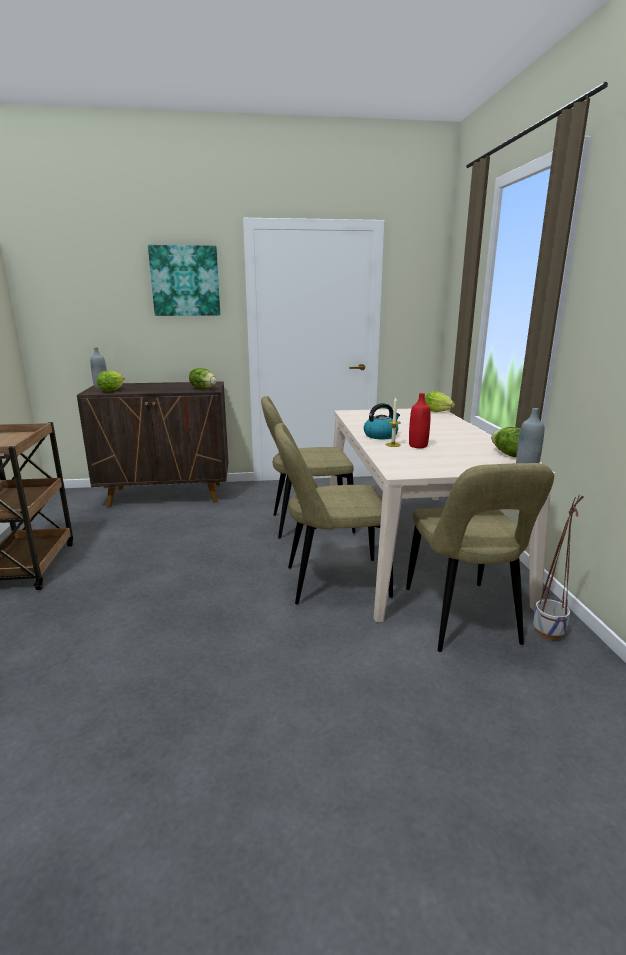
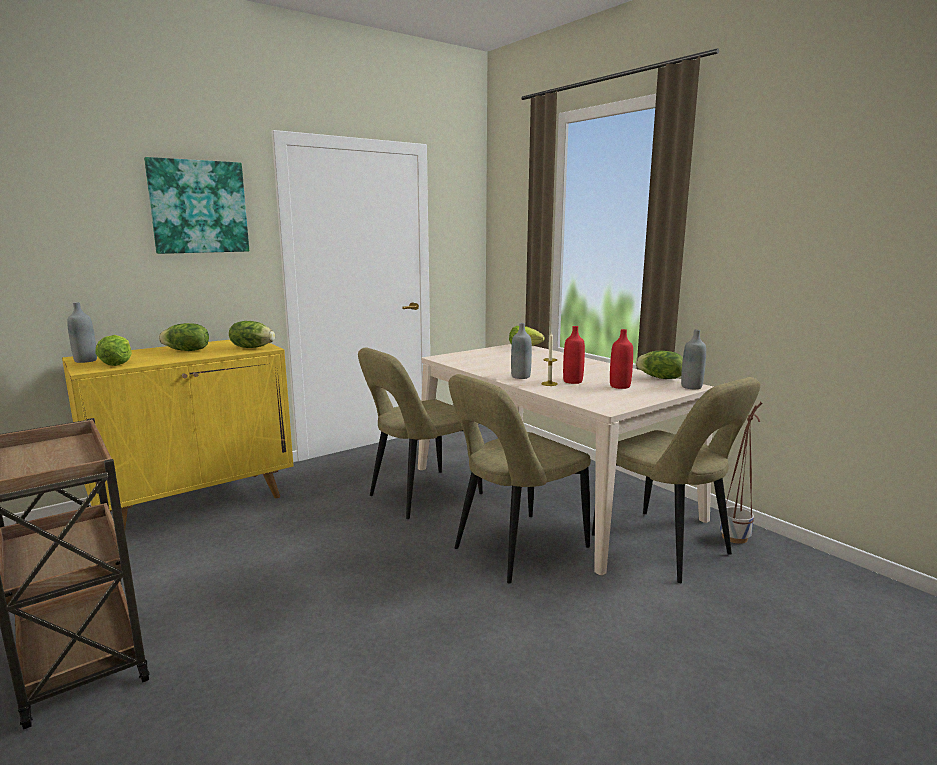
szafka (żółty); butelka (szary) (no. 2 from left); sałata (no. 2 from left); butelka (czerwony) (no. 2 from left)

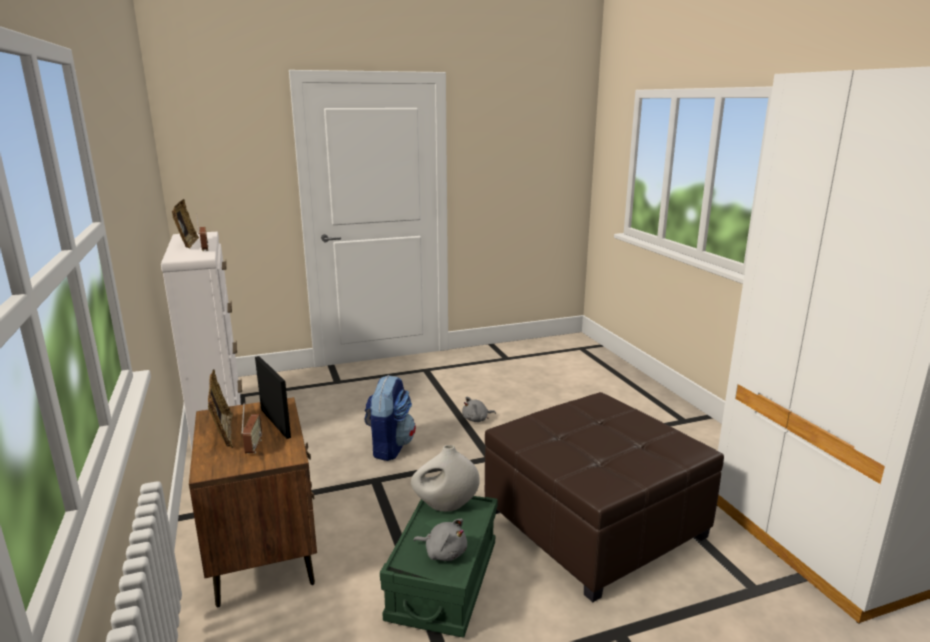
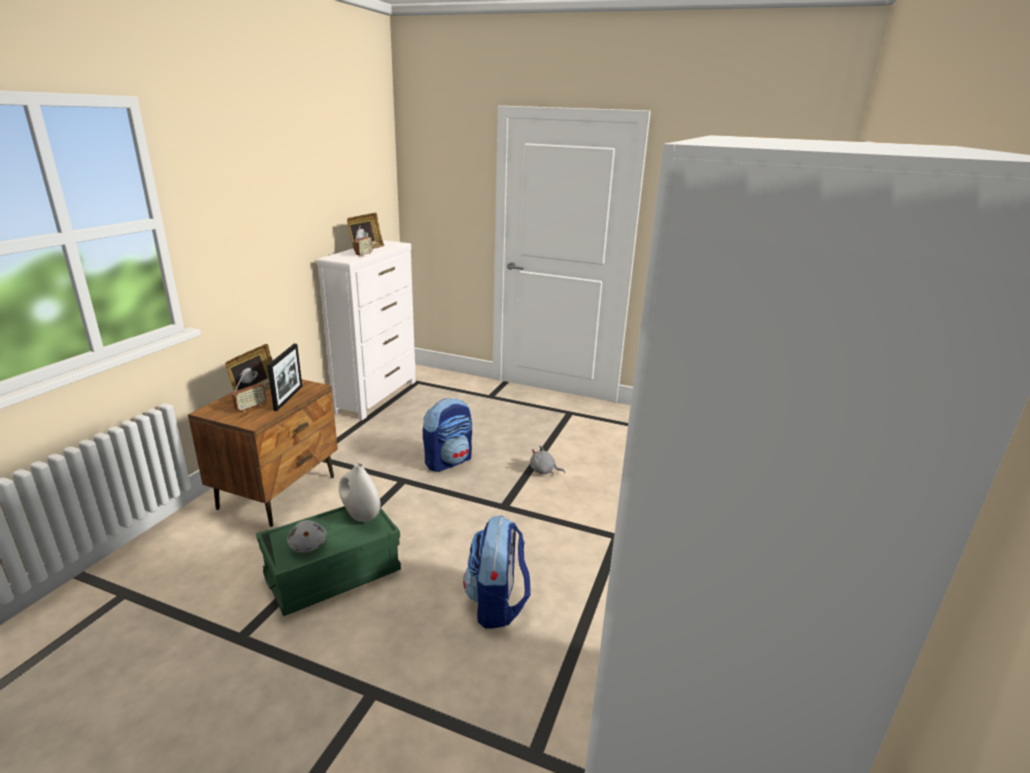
plecak (no. 2 from left)

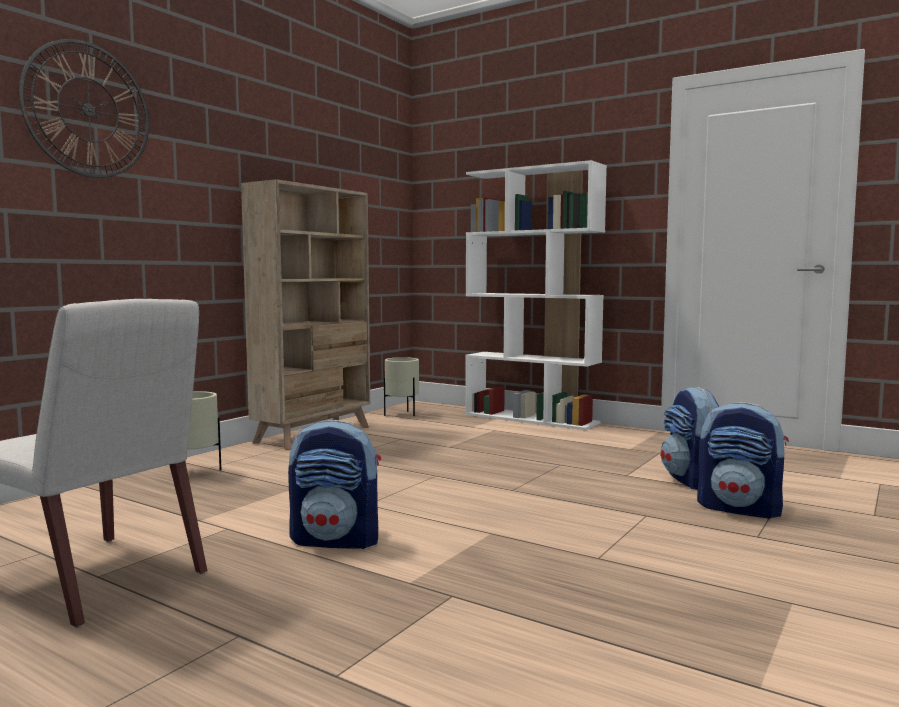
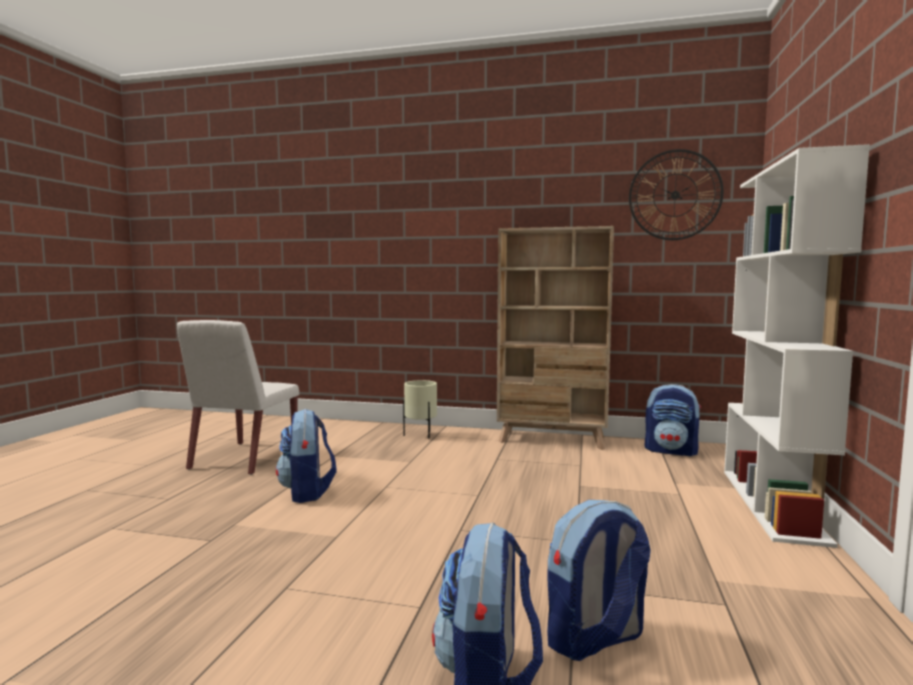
zegar ścienny; plecak (no. 4 from left)

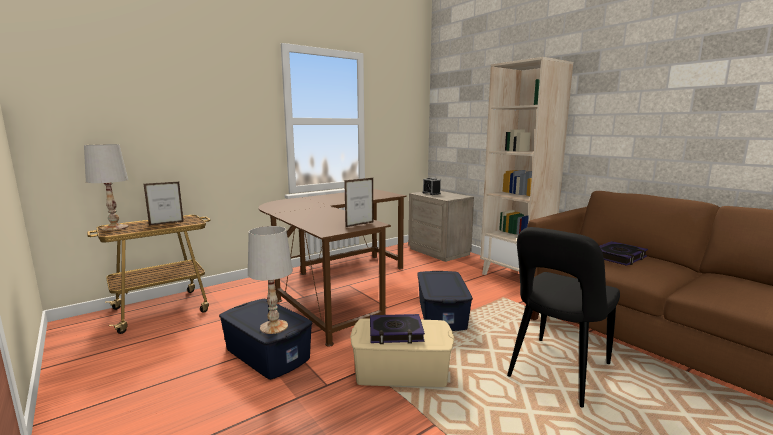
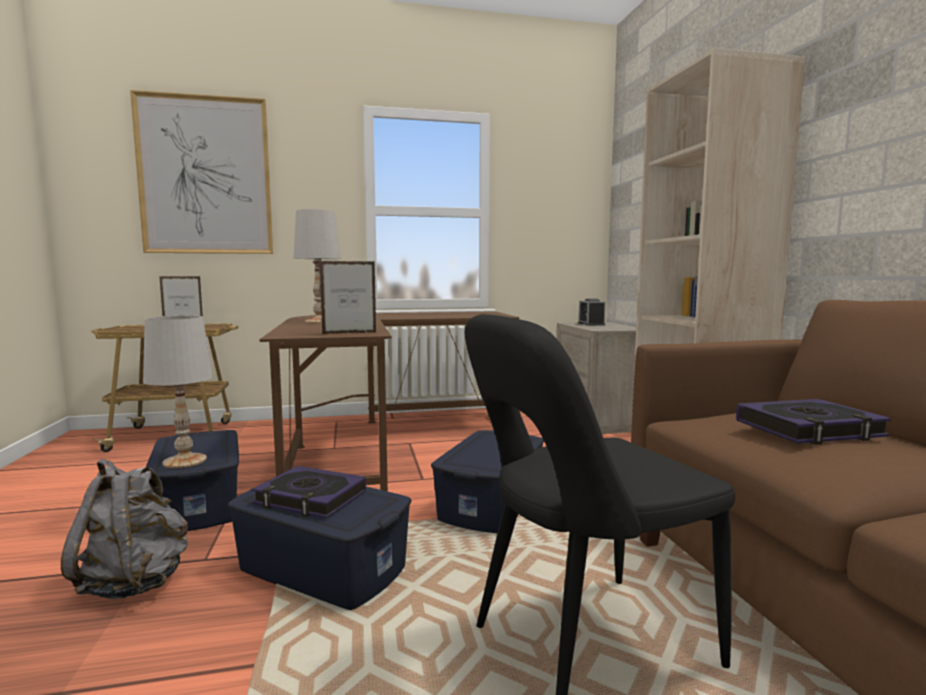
lampa stołowa (biały) (no. 2 from left); pojemnik do przechowywania (niebieski) (no. 2 from left); plecak (szary); obraz

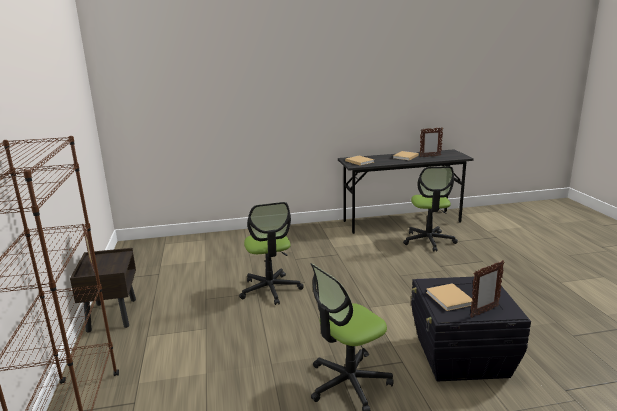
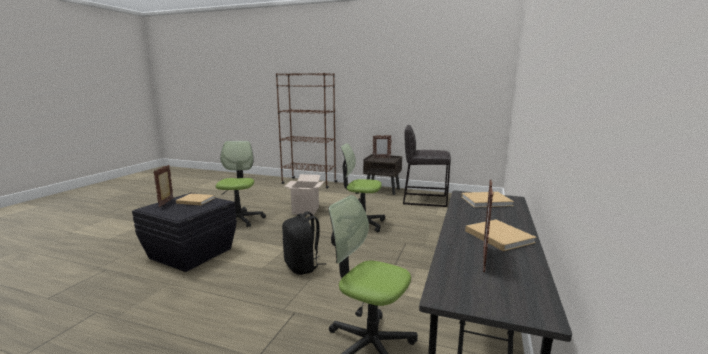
plecak (czarny); karton; stołek (szary)

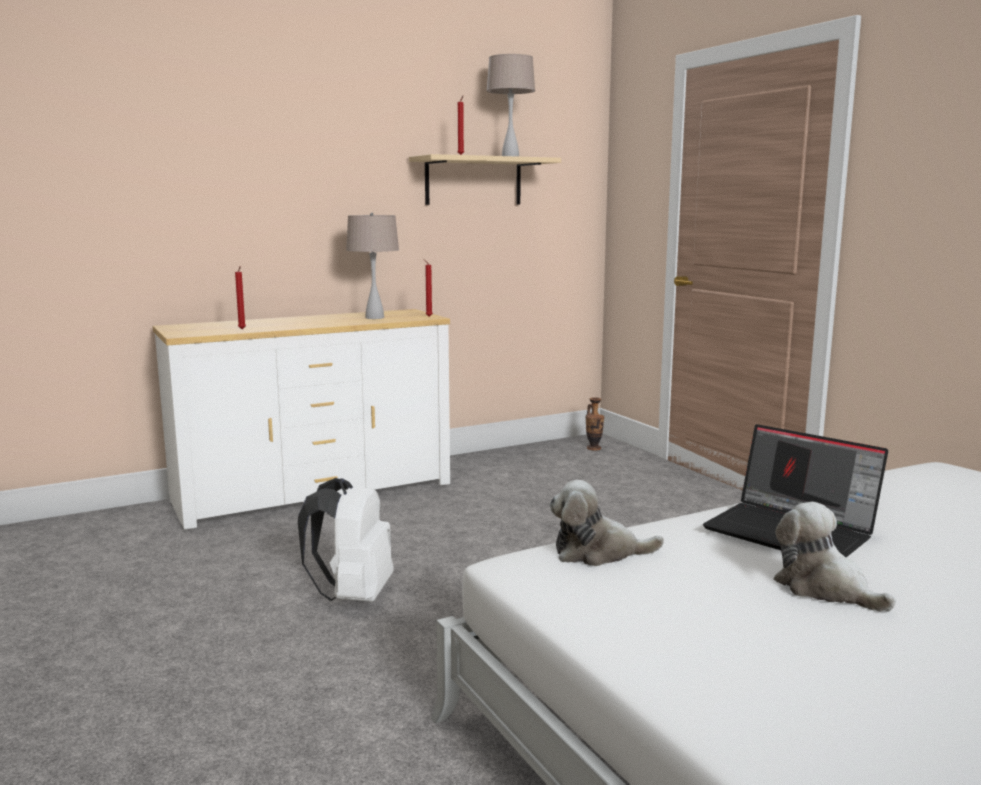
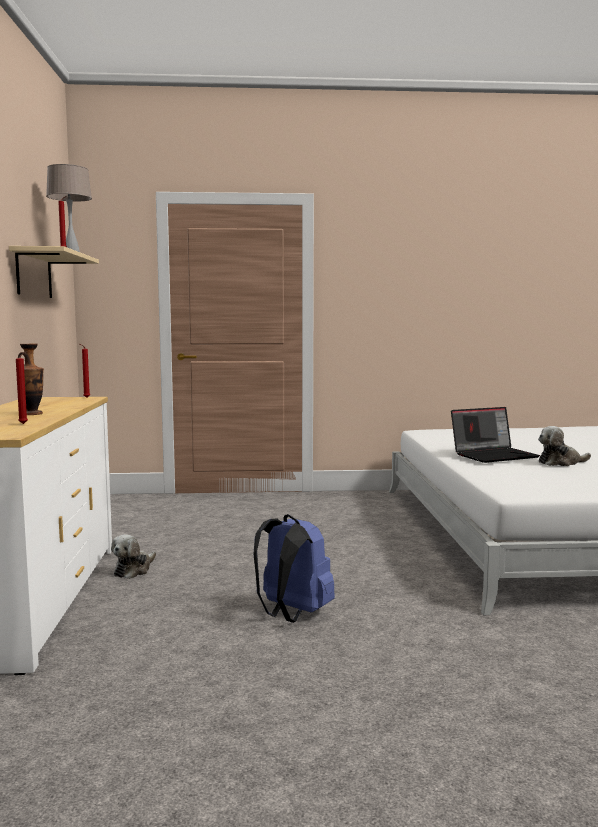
plecak (niebieski); lampa stołowa (beżowy) (no. 1 from left in the first image); pluszak (no. 1 from left); wazon

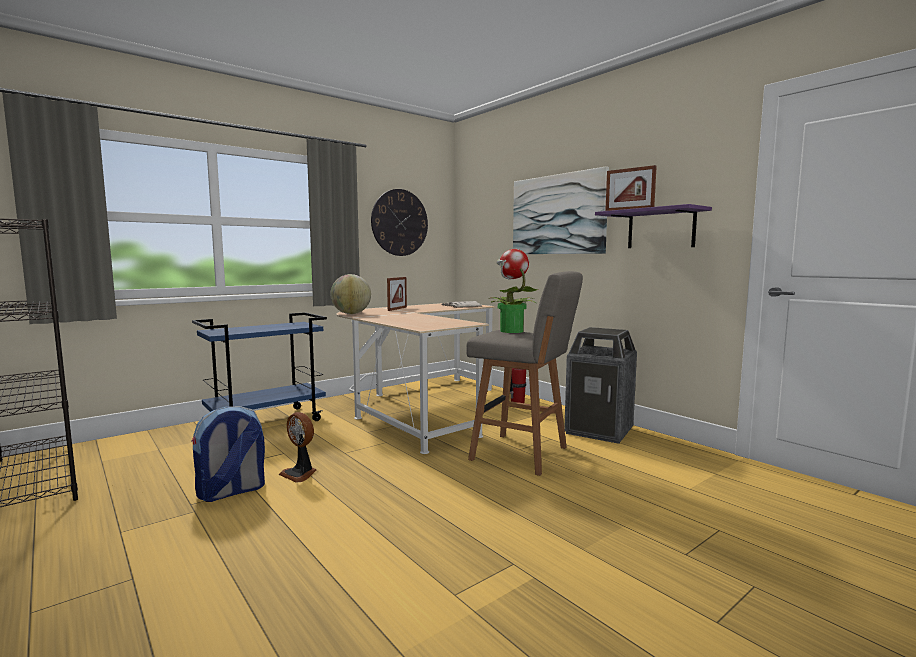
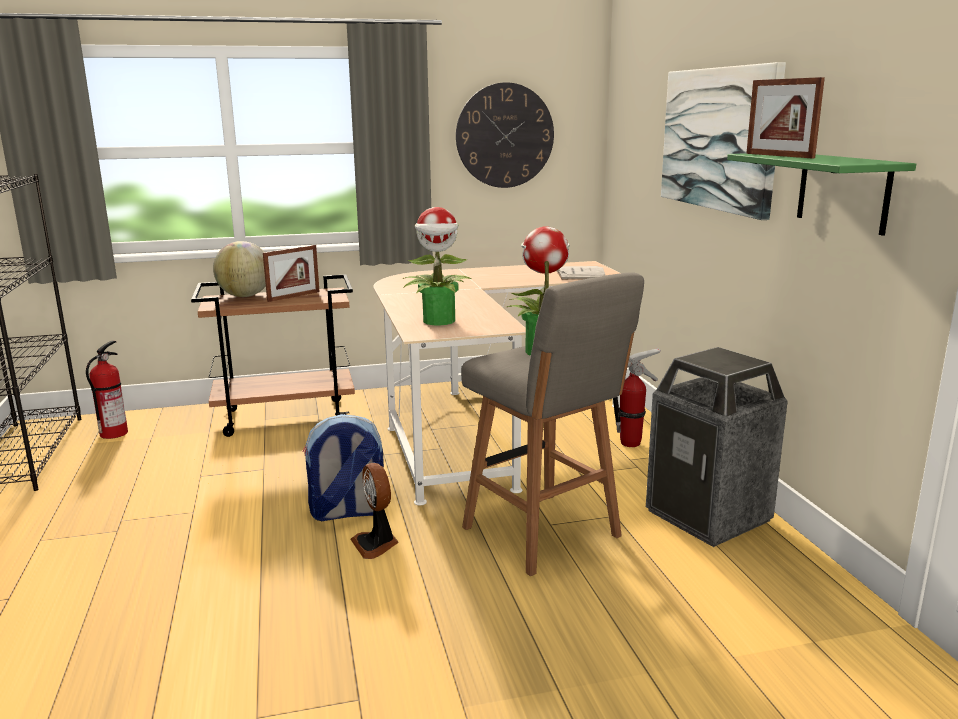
plecak; wózek (brązowy); wentylator; globus; ramka na zdjęcie (no. 1 from left); półka (zielony); gaśnica (no. 1 from left); roślina doniczkowa (no. 1 from left)

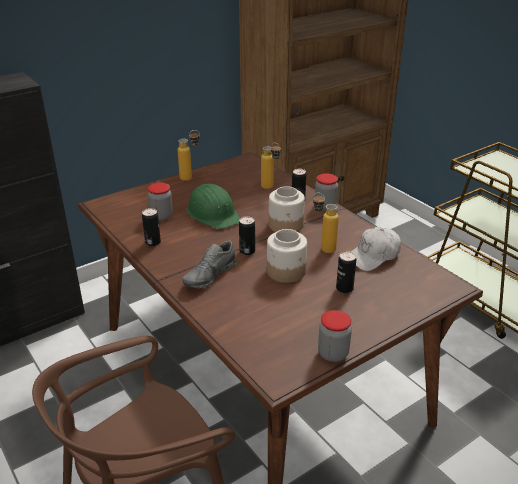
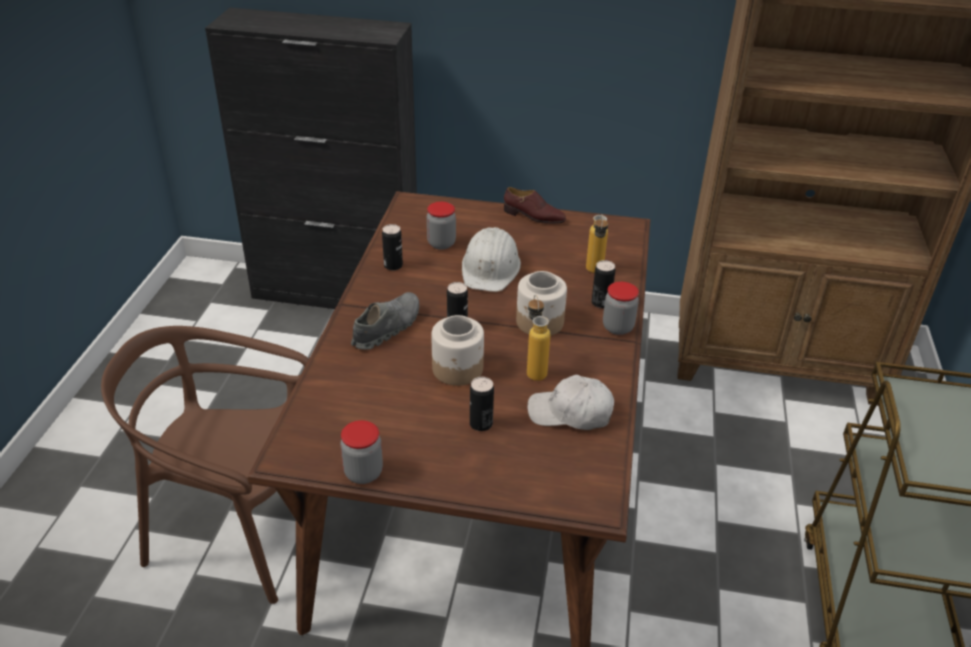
but (brązowy); but (szary); kask (biały)

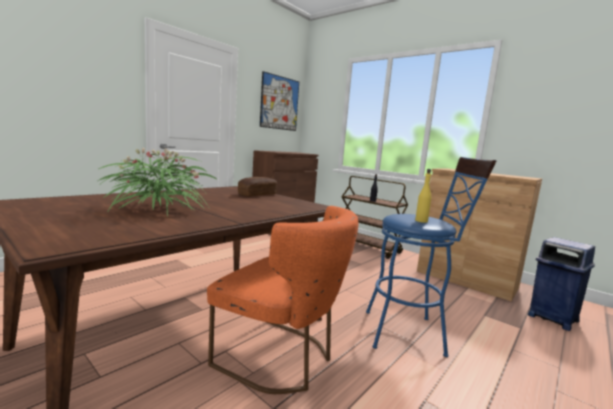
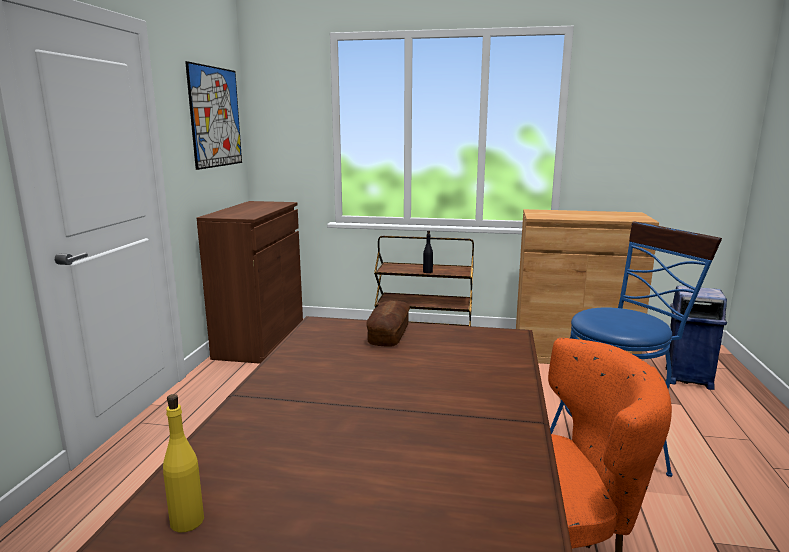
roślina doniczkowa; butelka (żółty)

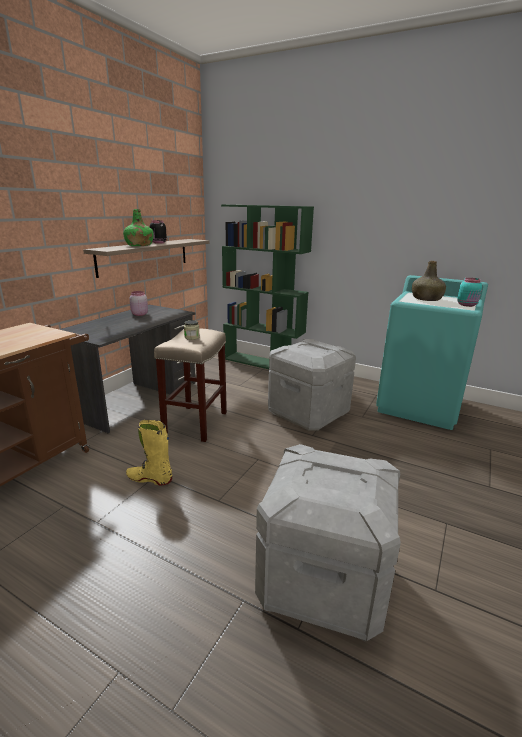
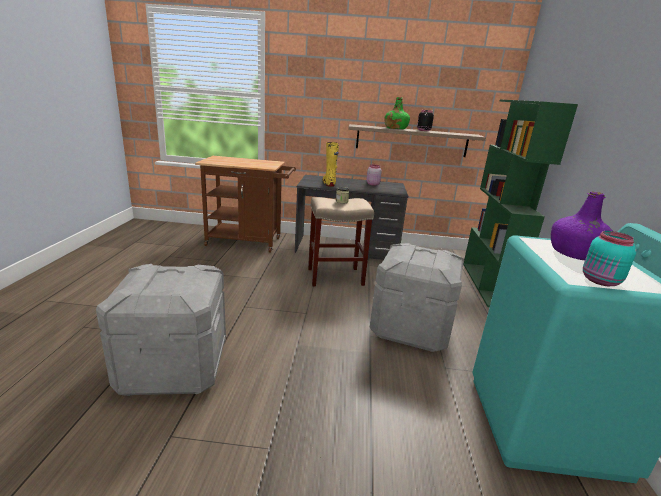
but z cholewką (żółty); butelka (fioletowy)

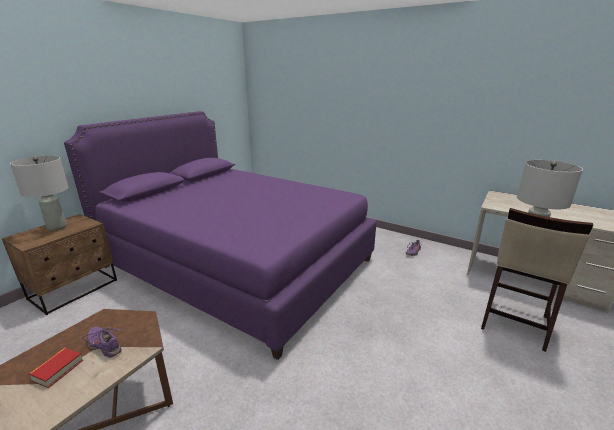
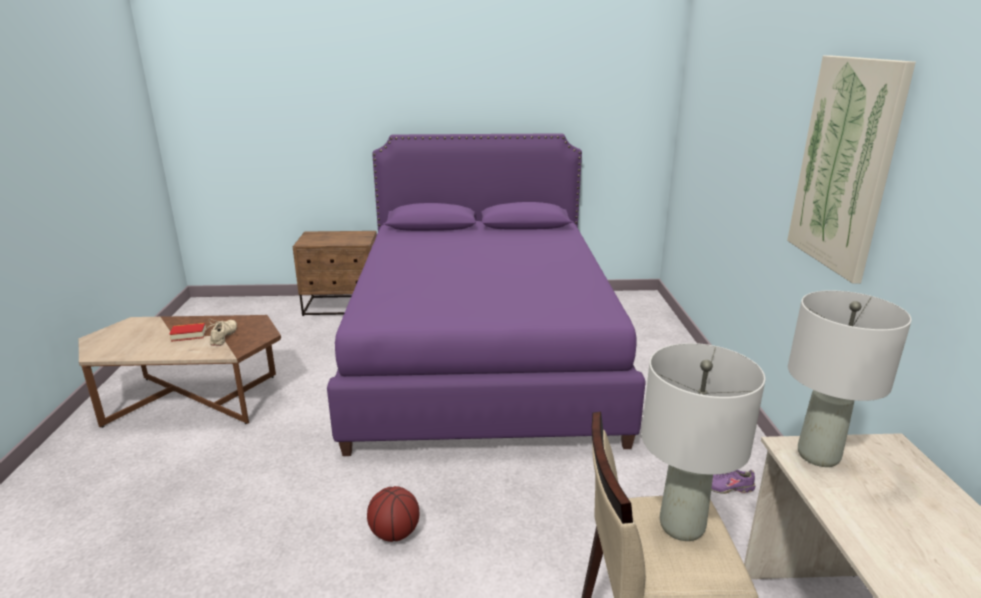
lampa stołowa (szary) (no. 2 from left); but (beżowy); piłka do koszykówki; obraz

